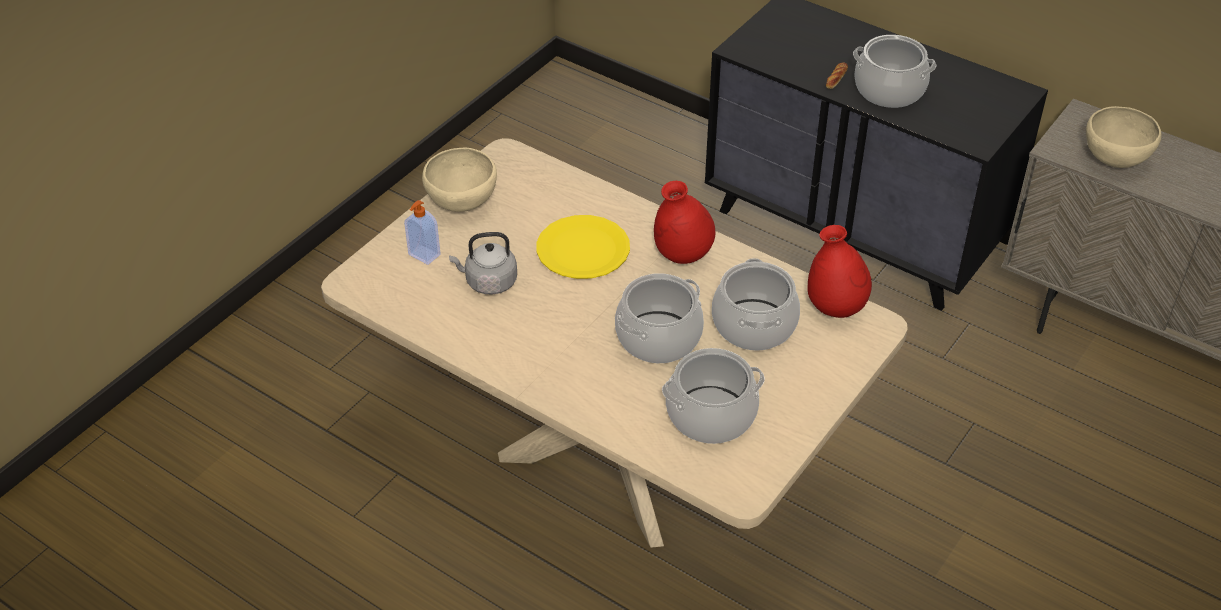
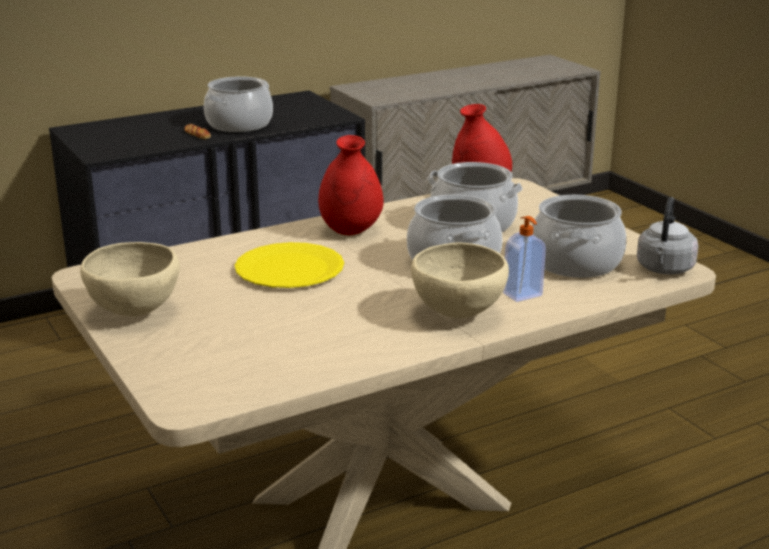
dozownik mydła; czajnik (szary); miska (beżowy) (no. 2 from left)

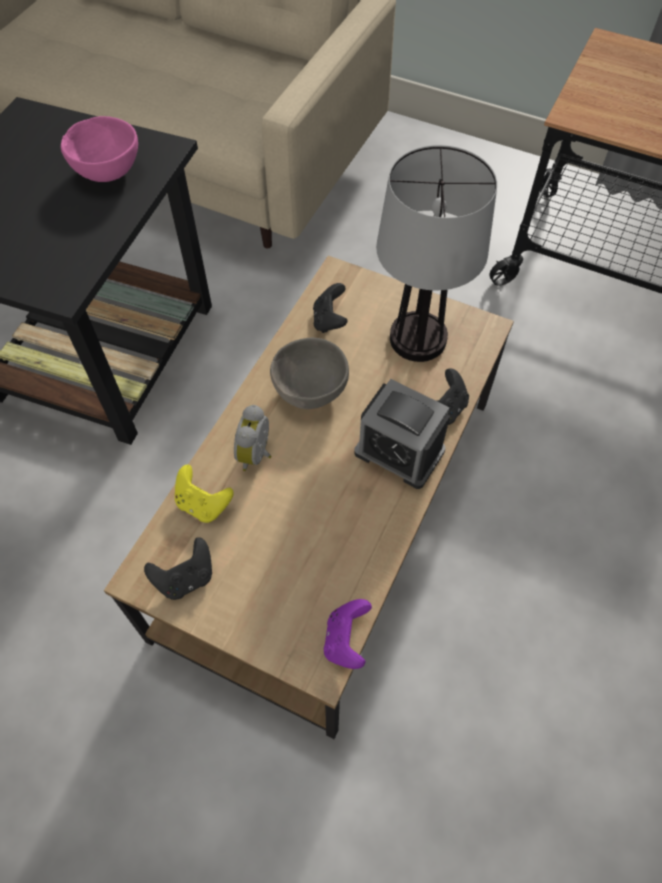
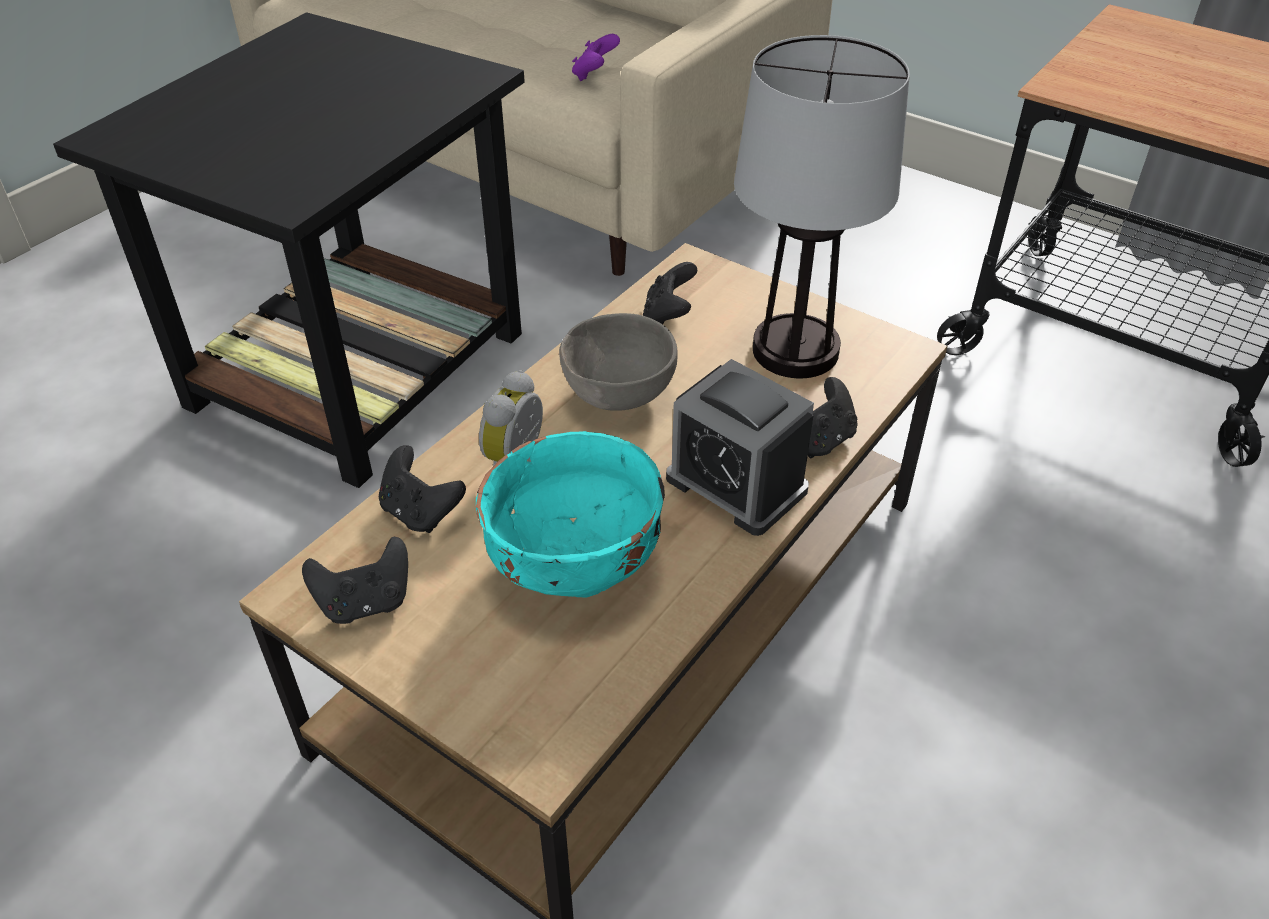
miska (różowy); pad do gier (czarny) (no. 2 from left); pad do gier (fioletowy); miska (turkusowy)

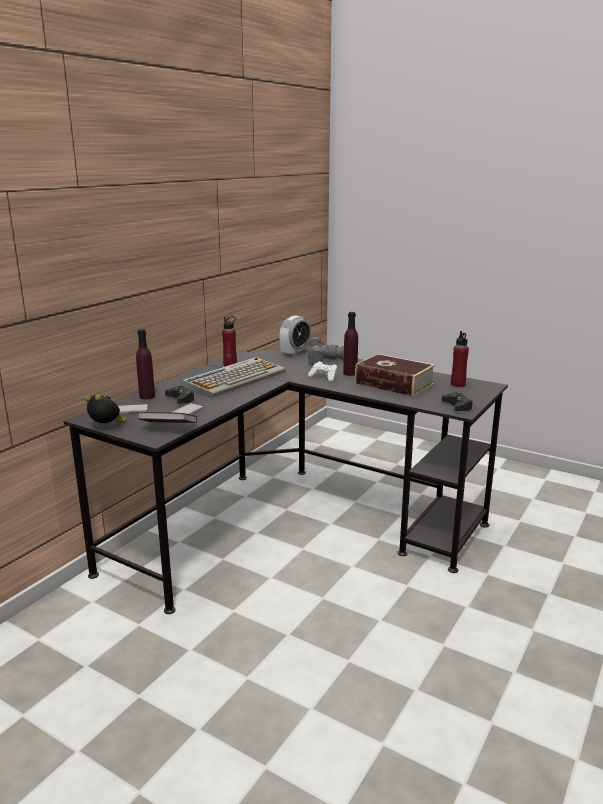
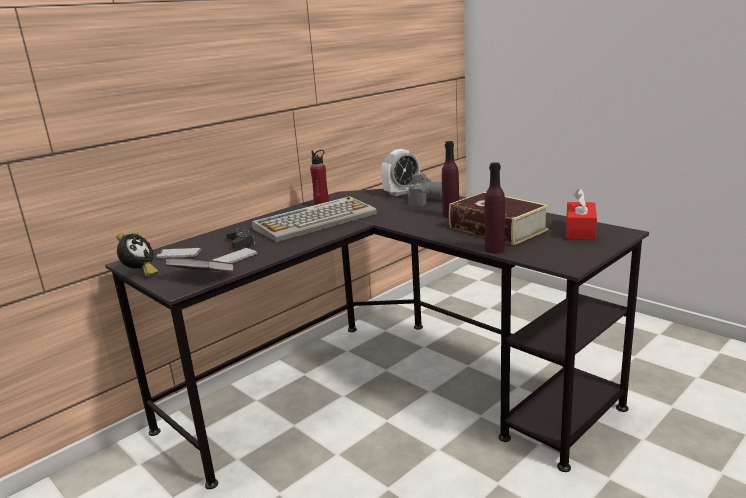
budzik (no. 1 from left); butelka (fioletowy) (no. 2 from left); pad do gier (biały); pad do gier (czarny) (no. 2 from left in the first image); pudełko chusteczek (czerwony)

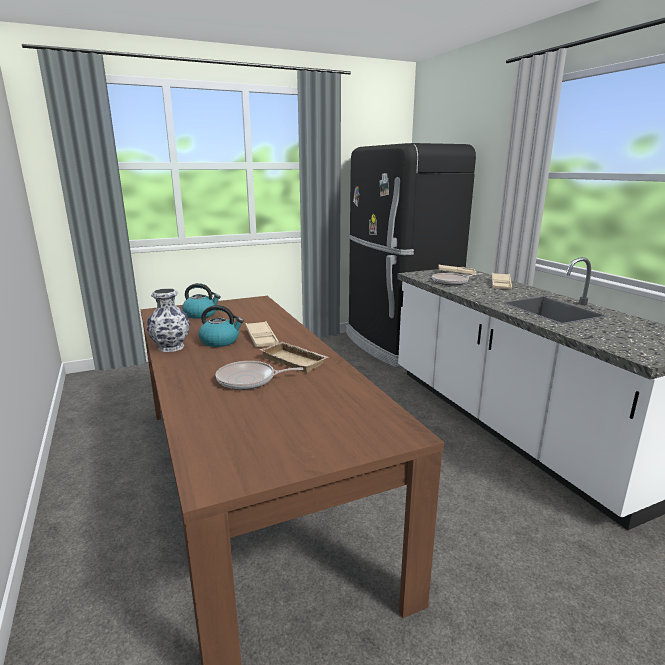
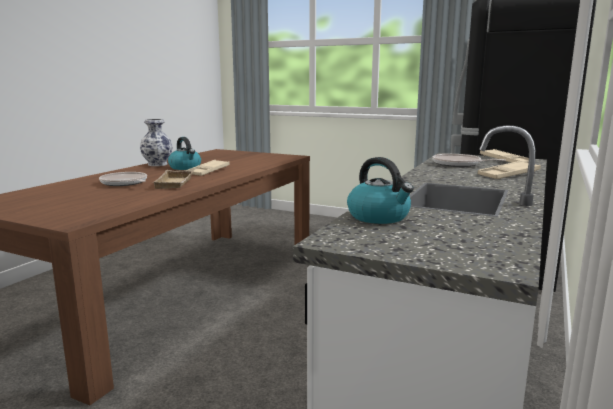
czajnik (no. 2 from left)

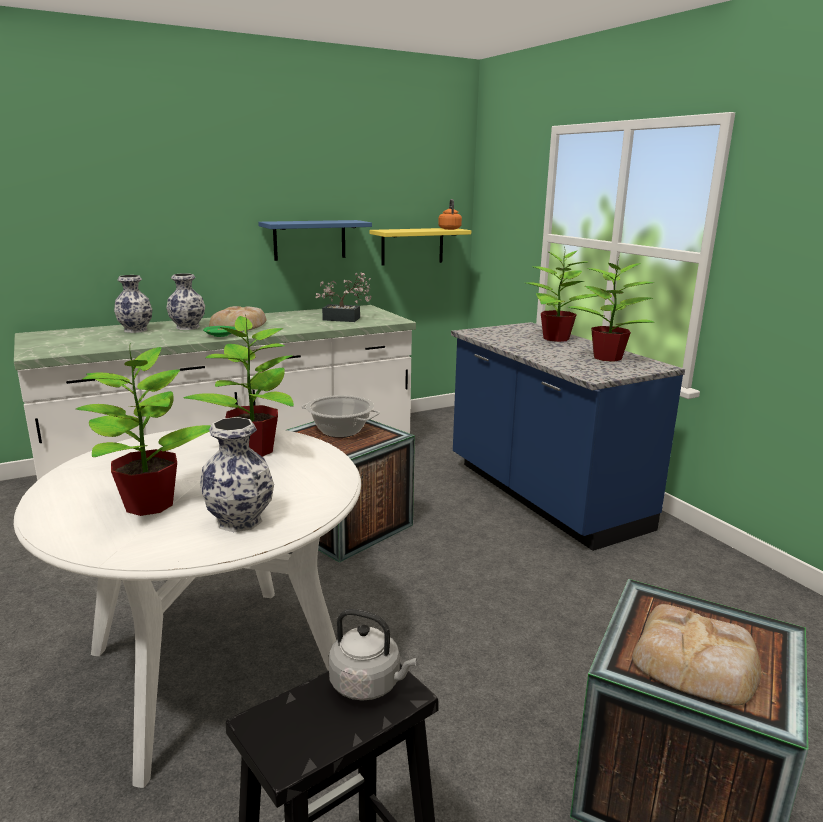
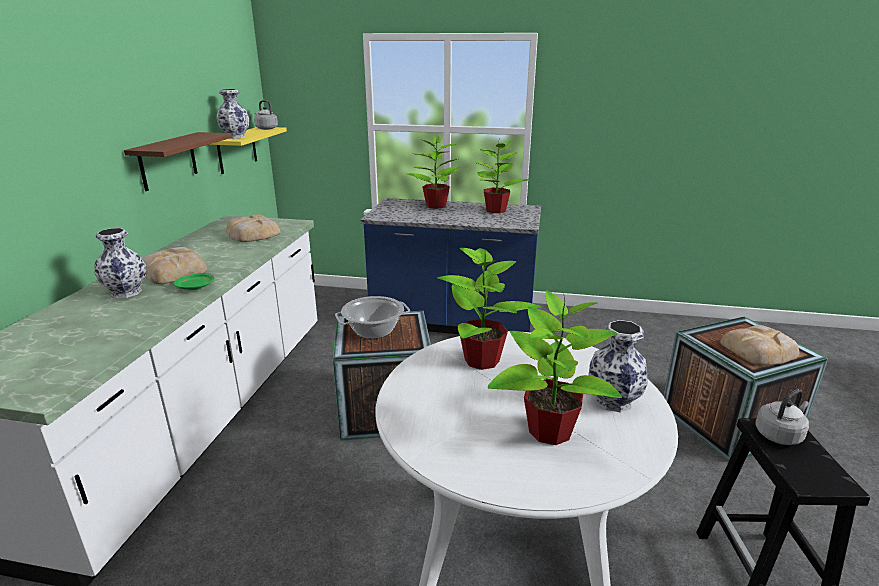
wazon (no. 2 from left); półka (brązowy); chleb (no. 2 from left); czajnik (szary) (no. 1 from left)

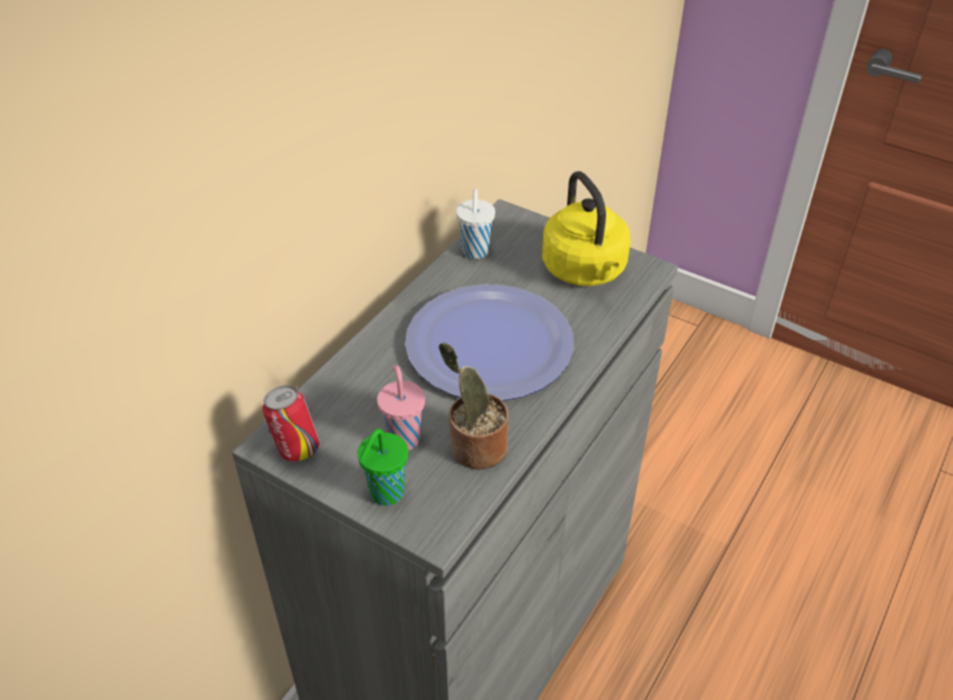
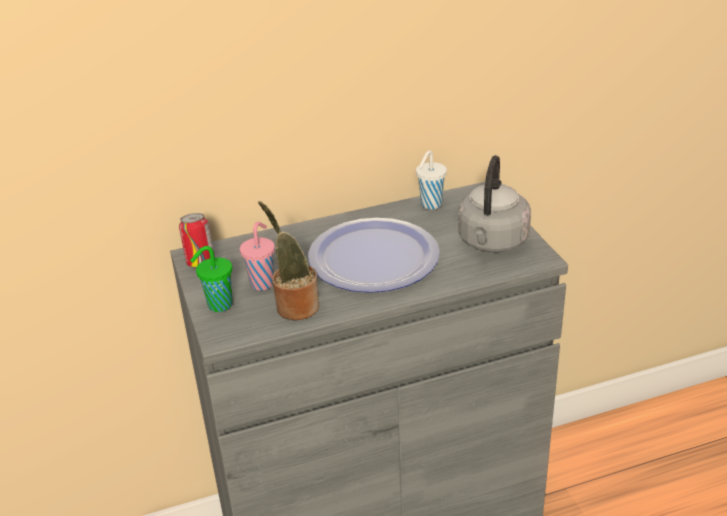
czajnik (szary)

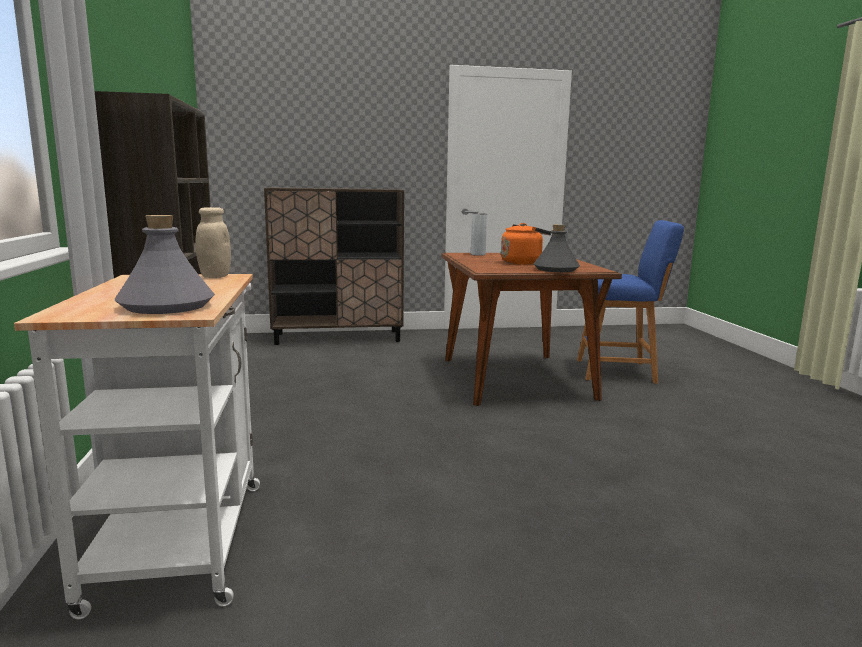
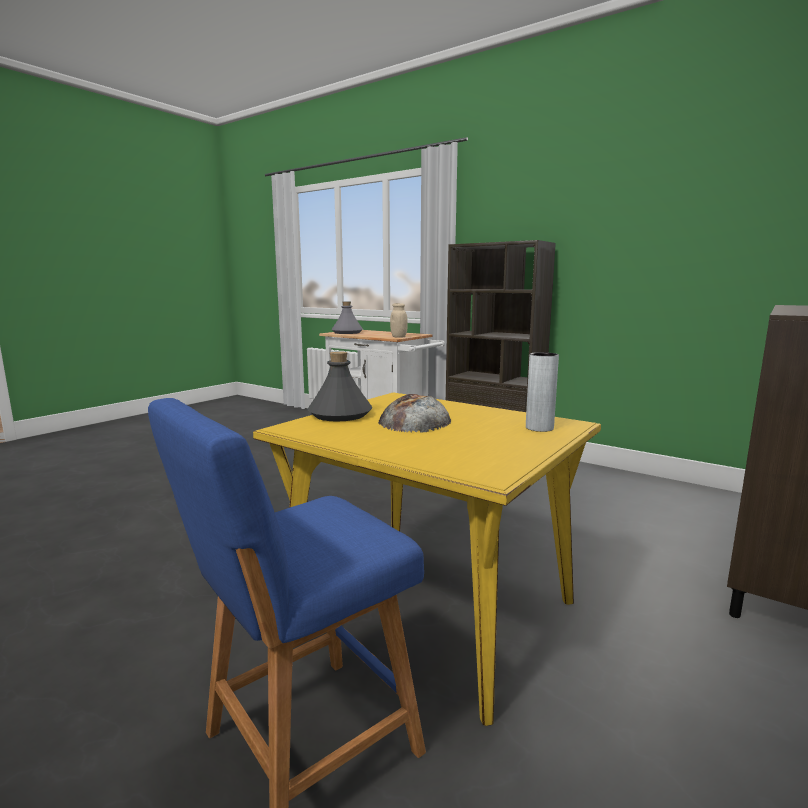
stół jadalny (żółty); chleb

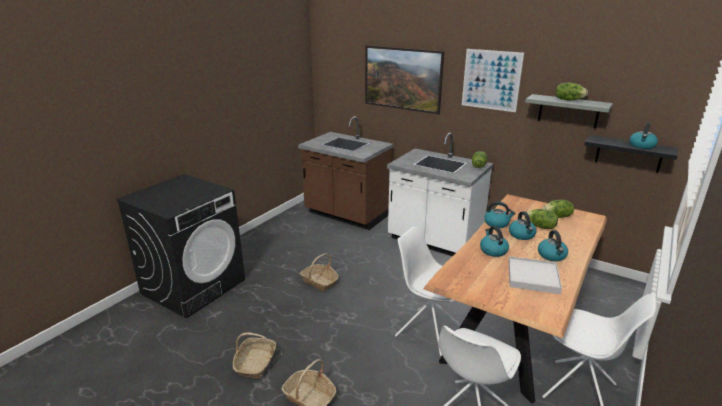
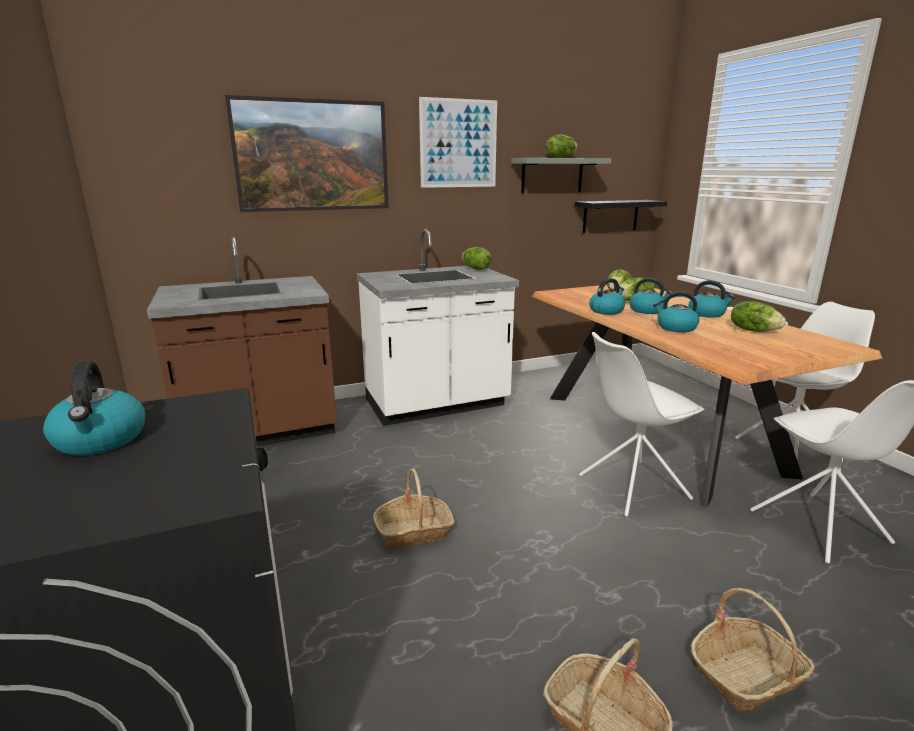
sałata (no. 5 from left); czajnik (no. 1 from left)

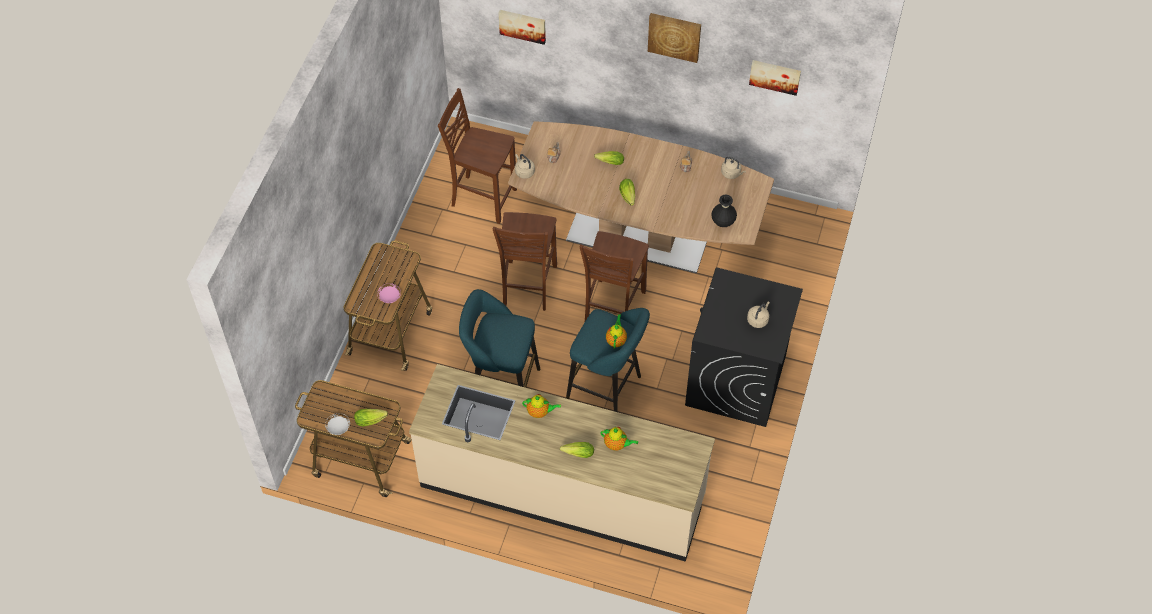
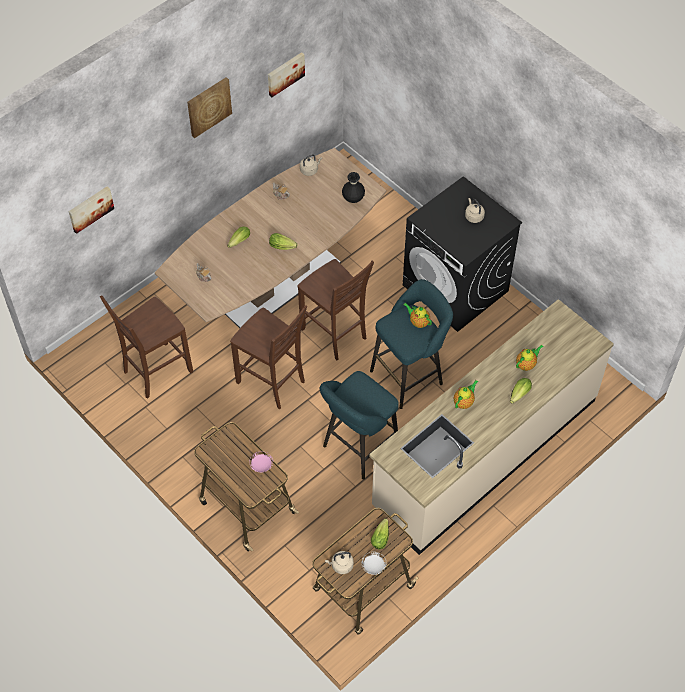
czajnik (beżowy) (no. 2 from left)

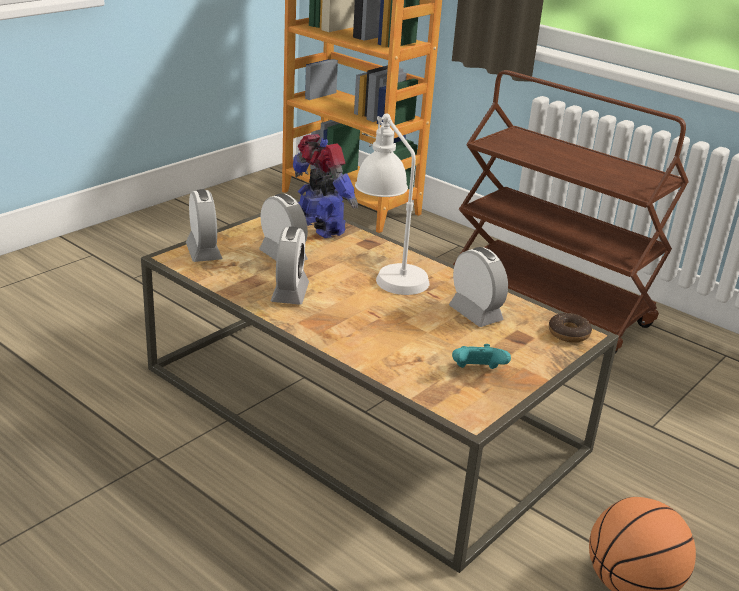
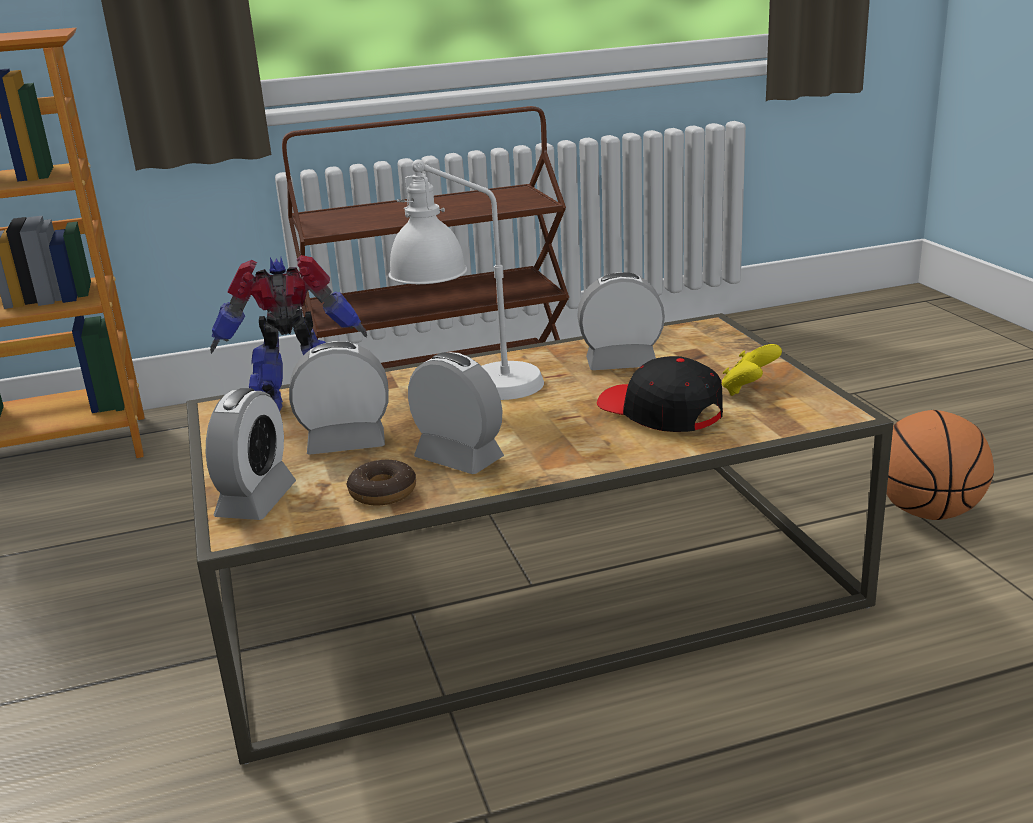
budzik (no. 1 from left); pad do gier (żółty); donut; czapka z daszkiem (czarny)

